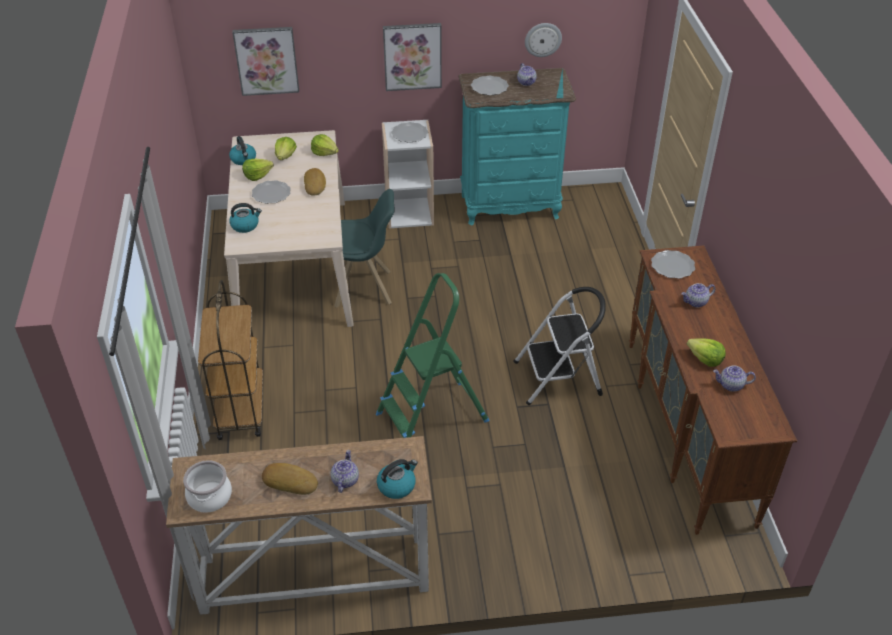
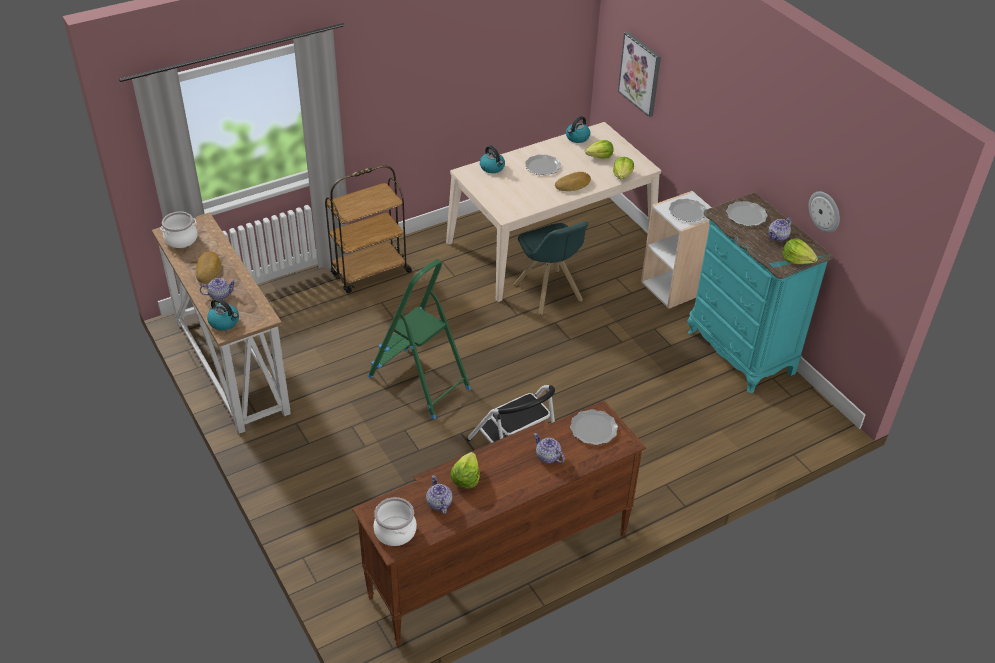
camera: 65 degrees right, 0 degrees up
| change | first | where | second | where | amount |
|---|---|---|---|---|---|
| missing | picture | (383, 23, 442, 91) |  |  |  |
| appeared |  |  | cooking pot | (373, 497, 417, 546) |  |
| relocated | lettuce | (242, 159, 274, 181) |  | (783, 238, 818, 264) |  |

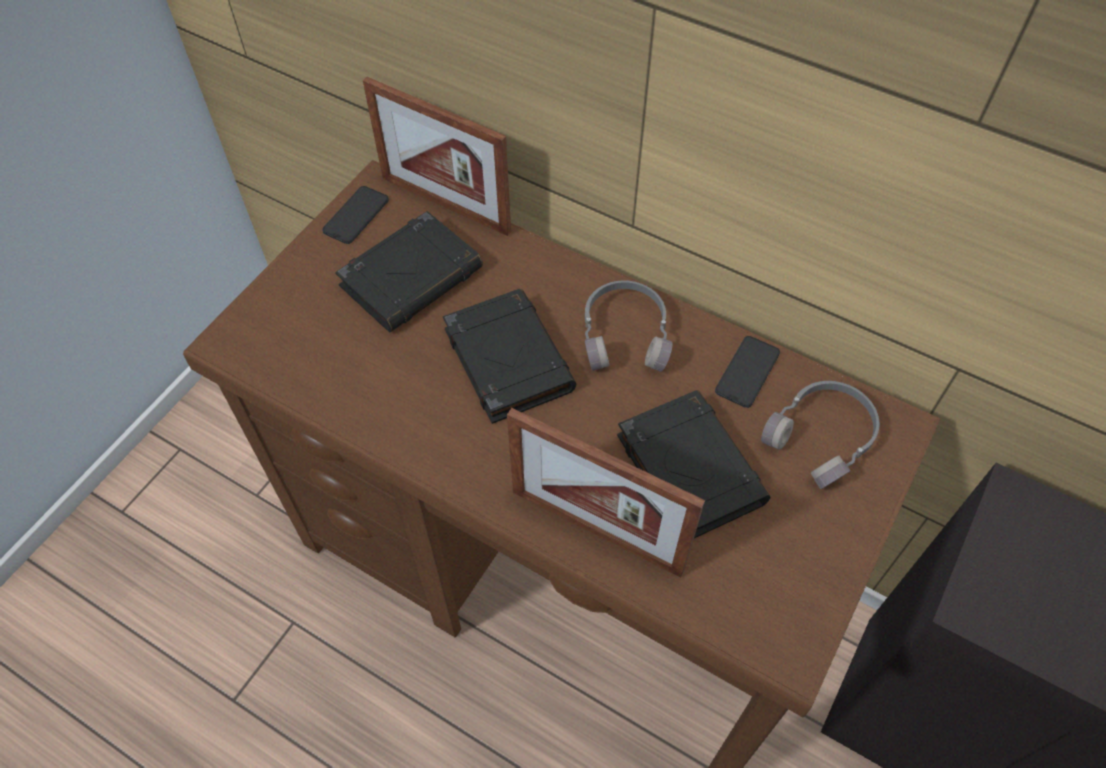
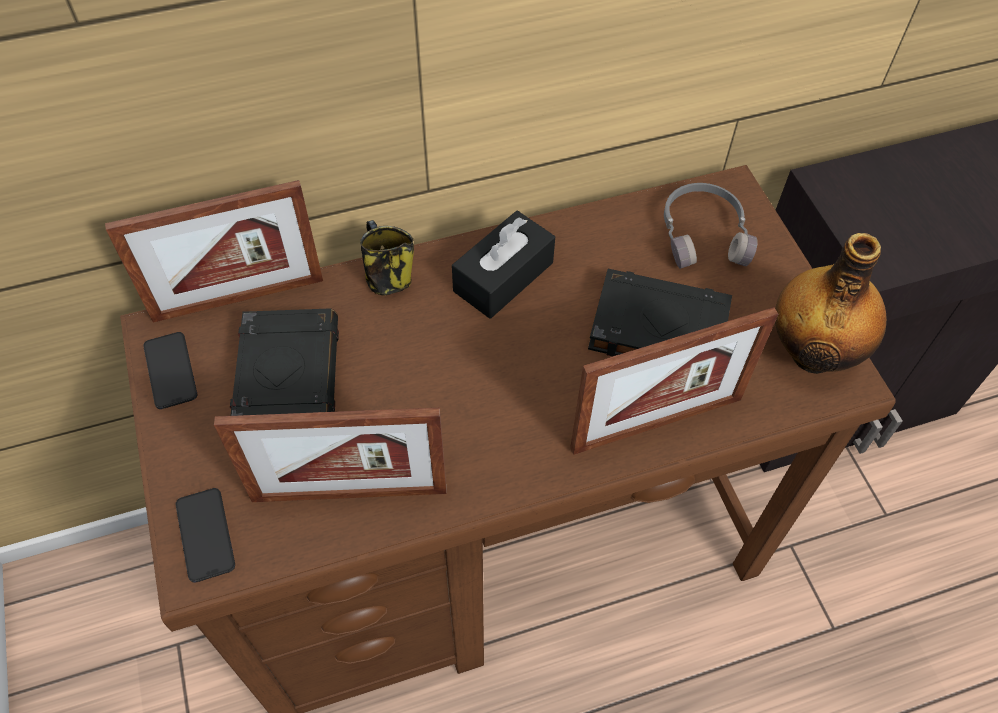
camera: 50 degrees left, 0 degrees up
| change | first | where | second | where | amount |
|---|---|---|---|---|---|
| missing | black book | (443, 289, 576, 424) |  |  |  |
| appeared |  |  | picture frame | (214, 408, 446, 502) |  |
| appeared |  |  | mug | (360, 220, 414, 296) |  |
| appeared |  |  | bottle | (775, 233, 887, 374) |  |
| relocated | phone | (715, 336, 780, 408) |  | (176, 488, 235, 583) |  |
| exchanged | grey headphones | (585, 280, 673, 372) | black tissue box | (452, 211, 555, 319) |  |

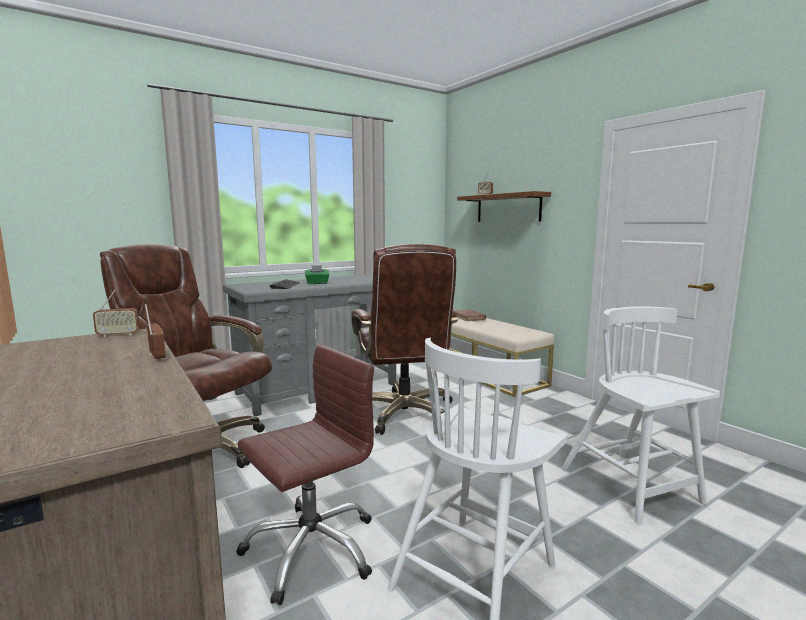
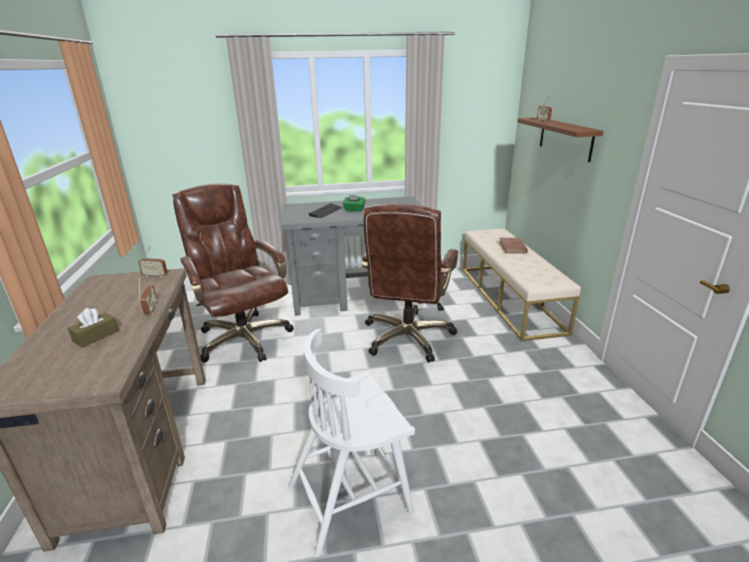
camera: 25 degrees right, 15 degrees up
| change | first | where | second | where | amount |
|---|---|---|---|---|---|
| missing | brown office chair | (236, 345, 374, 605) |  |  |  |
| missing | white chair | (562, 306, 720, 525) |  |  |  |
| appeared |  |  | brown tissue box | (68, 308, 119, 348) |  |

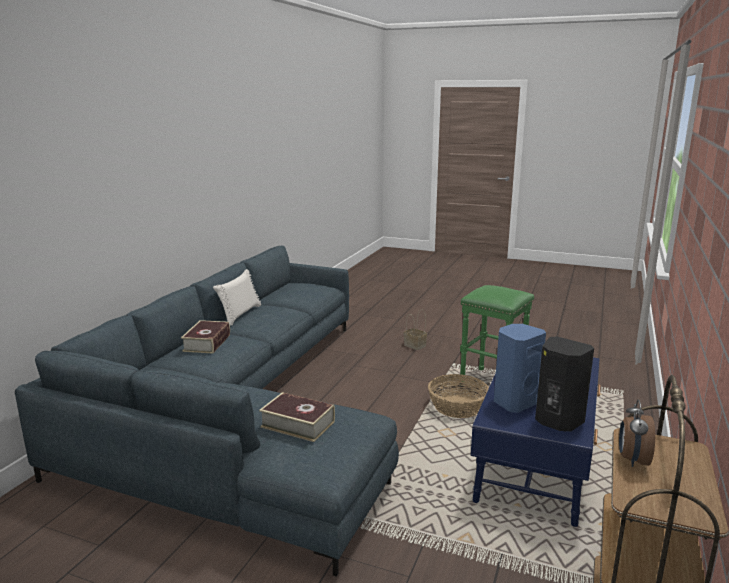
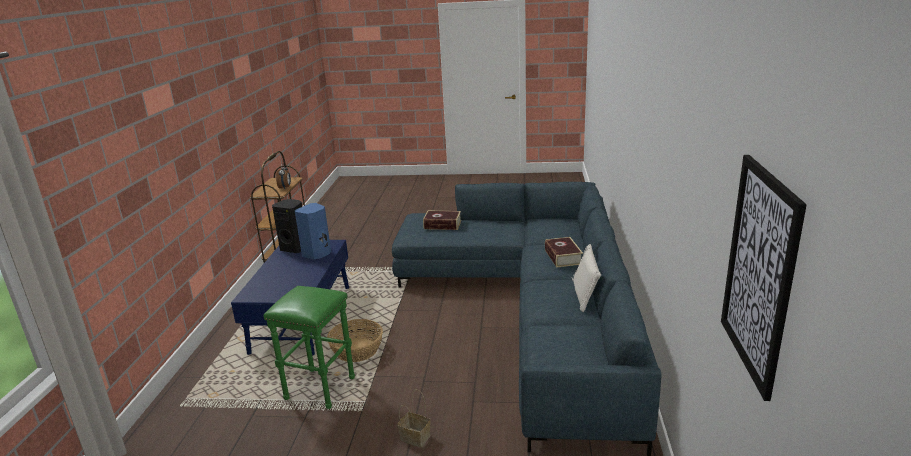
camera: 165 degrees right, 5 degrees up
| change | first | where | second | where | amount |
|---|---|---|---|---|---|
| appeared |  |  | picture | (721, 155, 807, 401) |  |

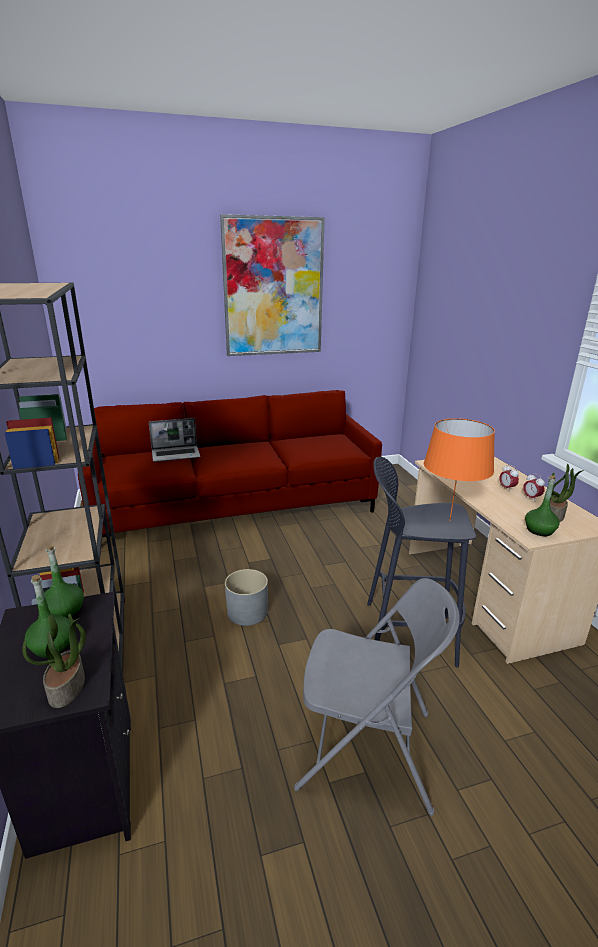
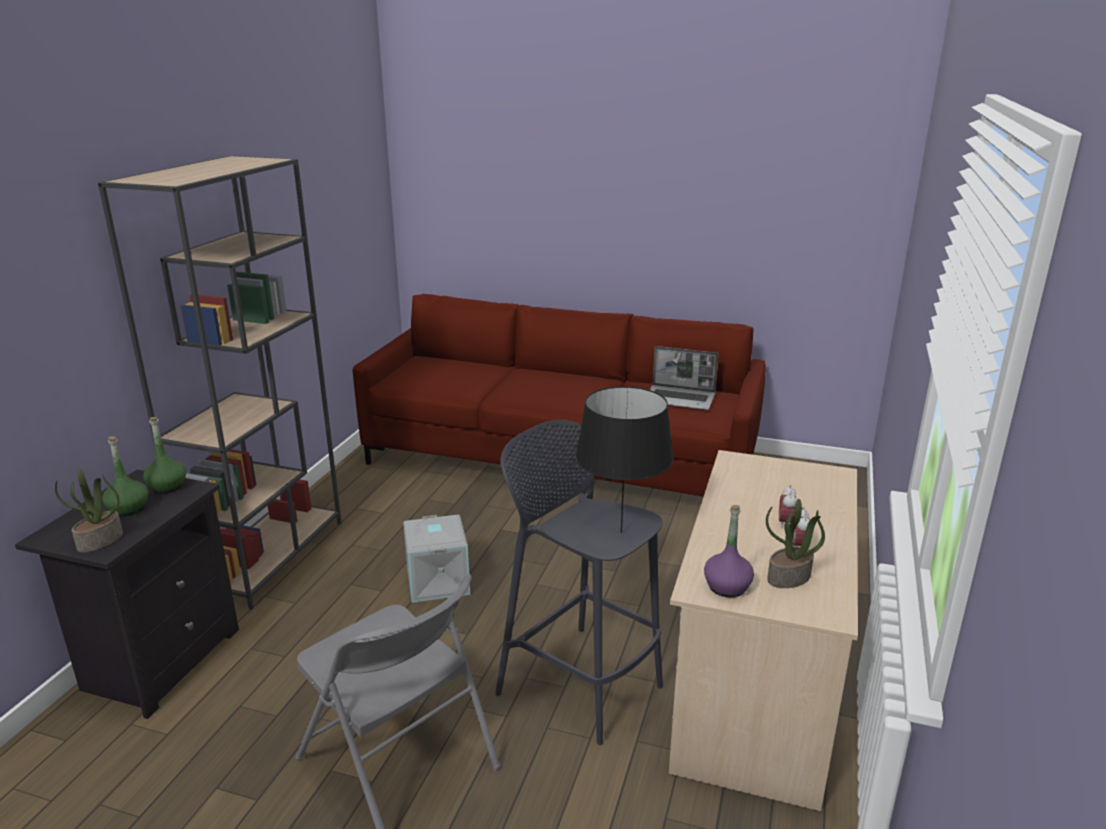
camera: 35 degrees right, 0 degrees up
| change | first | where | second | where | amount |
|---|---|---|---|---|---|
| missing | picture | (220, 214, 325, 356) |  |  |  |
| relocated | laptop | (149, 418, 201, 462) |  | (650, 346, 719, 410) |  |
| exchanged | grey planter | (225, 569, 268, 626) | grey storage box | (403, 515, 470, 603) |  |
| colour | orange table lamp | (423, 418, 495, 520) | black table lamp | (575, 386, 674, 533) |  |
| colour | green bottle | (525, 475, 560, 536) | purple bottle | (704, 505, 754, 597) |  |

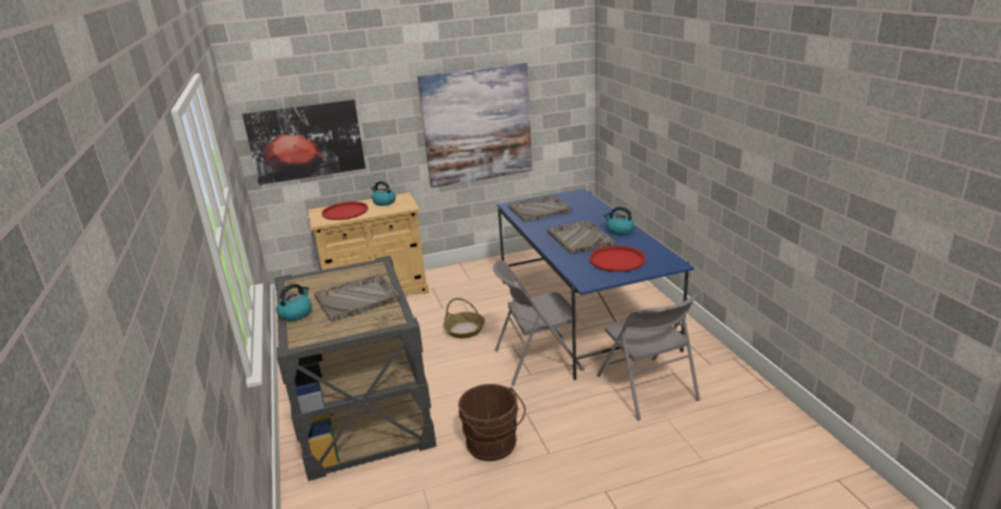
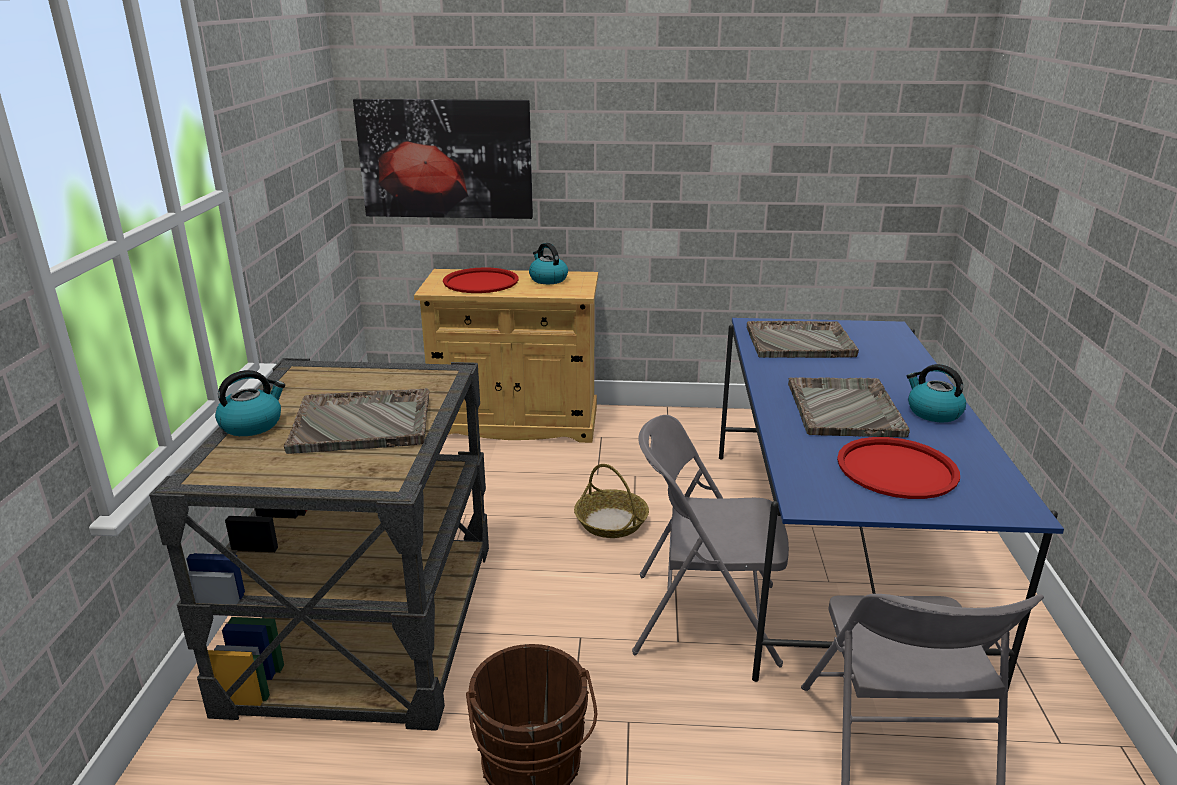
camera: 20 degrees right, 0 degrees up
| change | first | where | second | where | amount |
|---|---|---|---|---|---|
| missing | picture | (418, 63, 532, 188) |  |  |  |

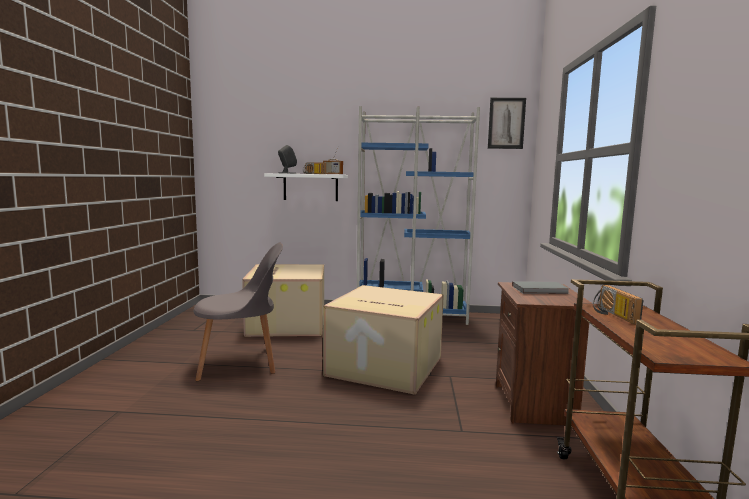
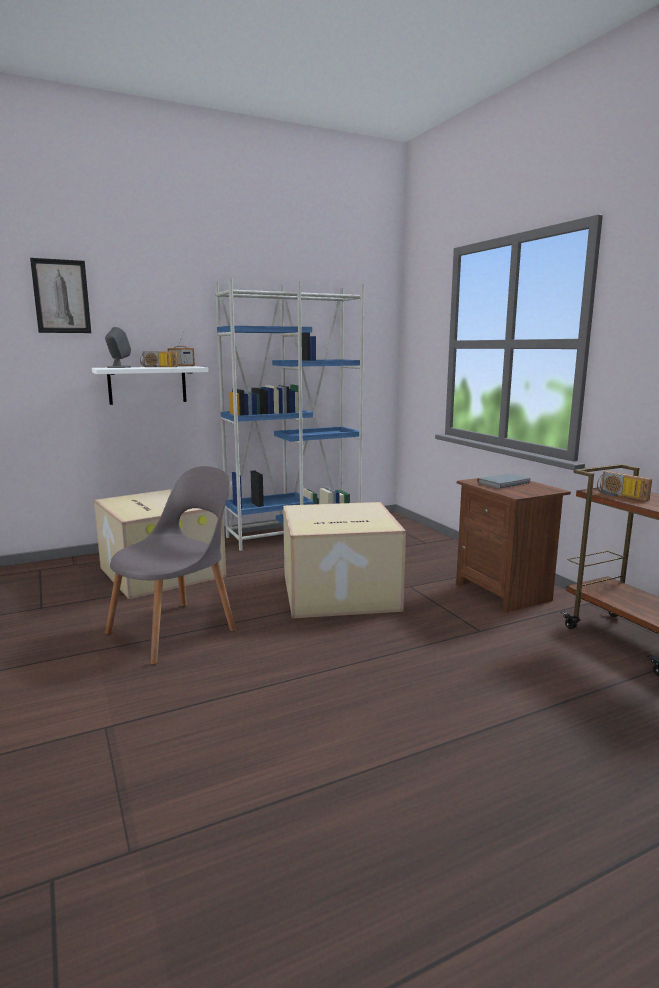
camera: 30 degrees left, 5 degrees up
| change | first | where | second | where | amount |
|---|---|---|---|---|---|
| relocated | picture | (488, 98, 526, 149) |  | (30, 258, 91, 333) |  |

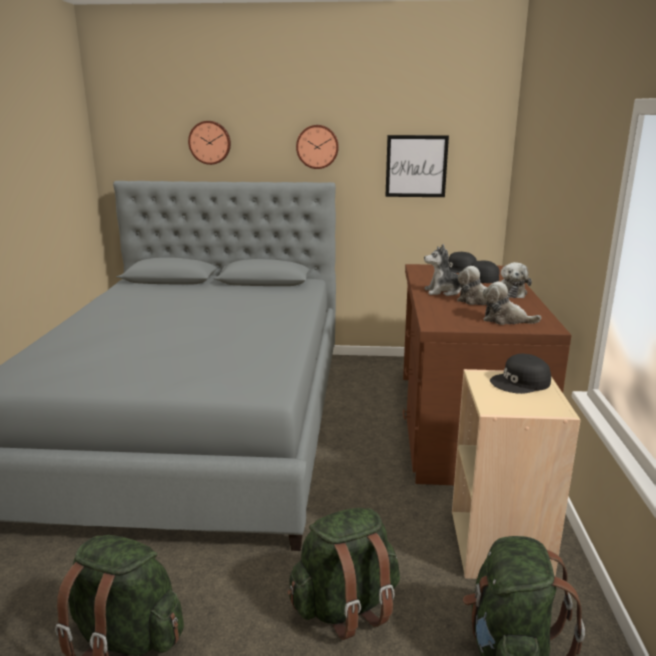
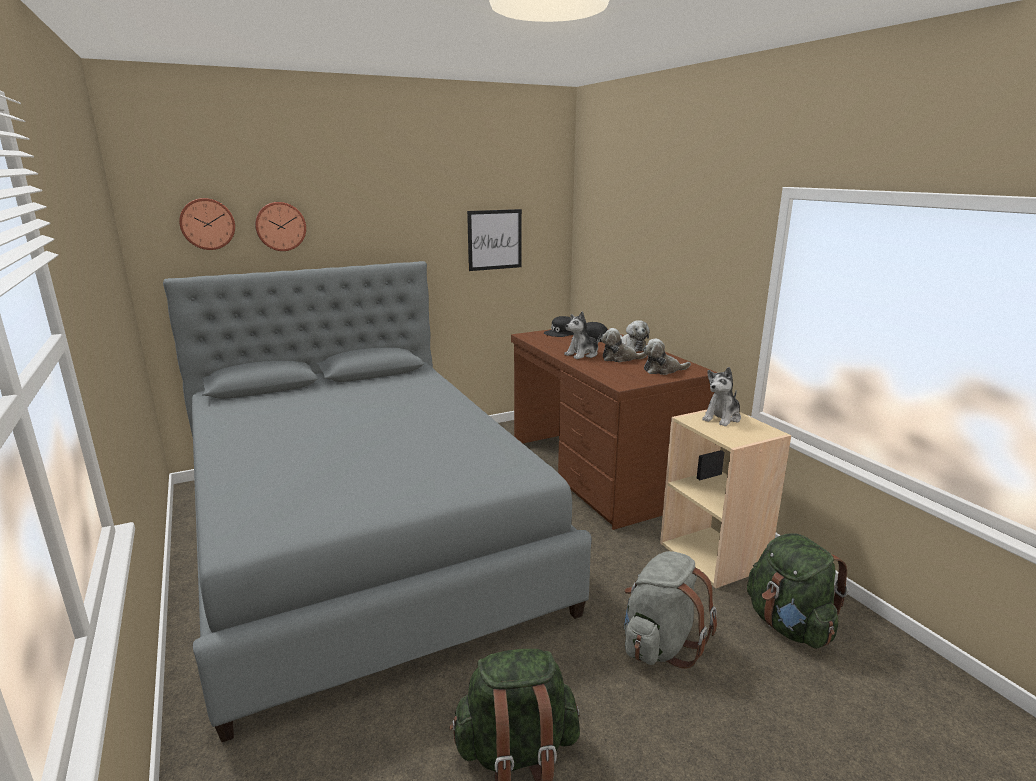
camera: 30 degrees left, 0 degrees up
| change | first | where | second | where | amount |
|---|---|---|---|---|---|
| relocated | wall clock | (296, 125, 339, 169) |  | (179, 198, 235, 250) |  |
| exchanged | black cap | (490, 354, 551, 394) | plush toy | (702, 367, 741, 426) |  |
| colour | green backpack | (288, 508, 400, 640) | grey backpack | (624, 551, 717, 669) |  |

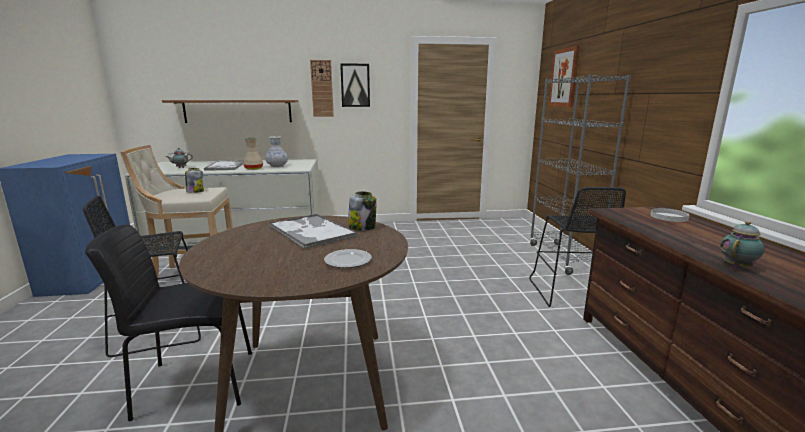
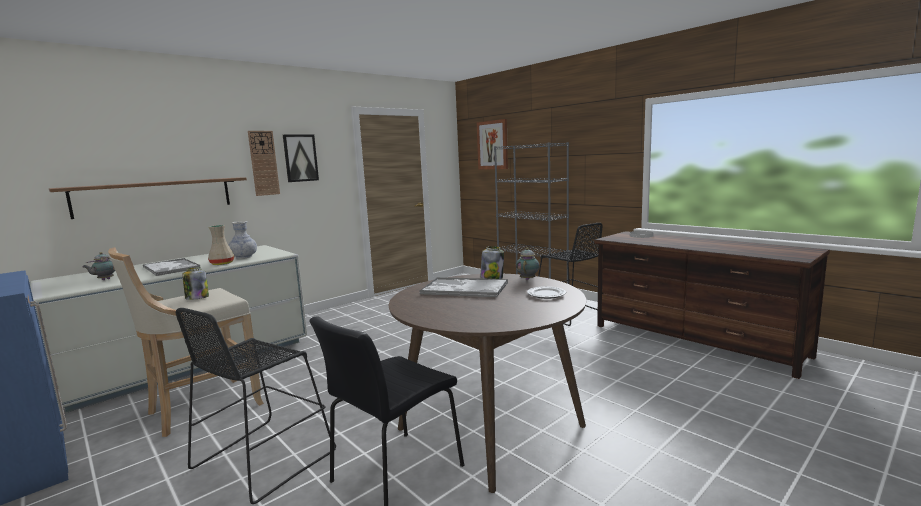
camera: 35 degrees left, 5 degrees down
| change | first | where | second | where | amount |
|---|---|---|---|---|---|
| relocated | teapot | (720, 221, 765, 268) |  | (516, 247, 539, 280) |  |

